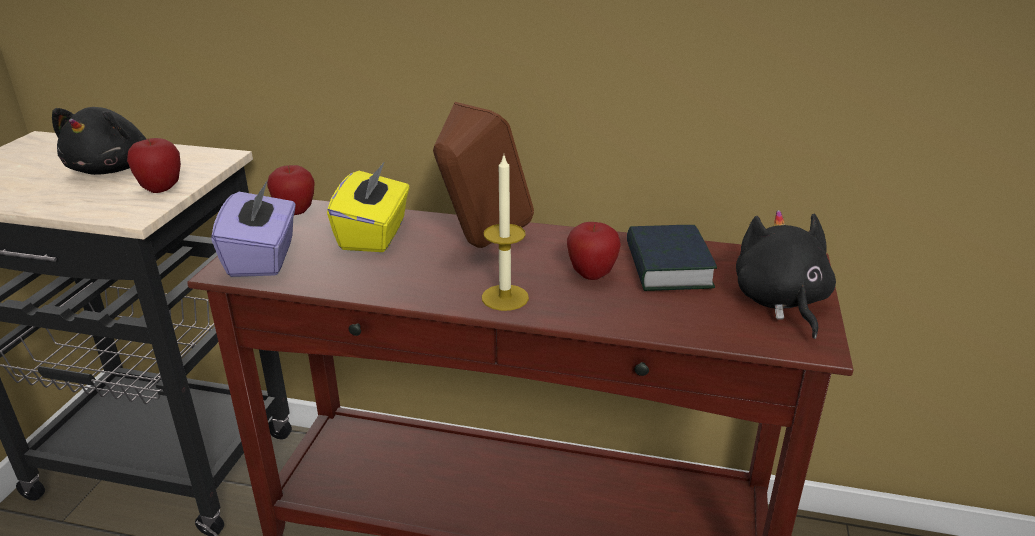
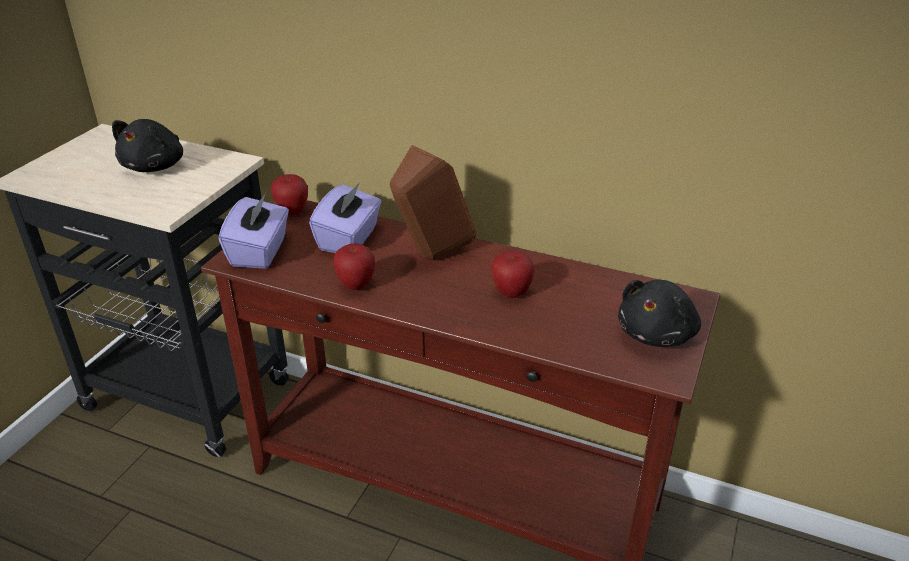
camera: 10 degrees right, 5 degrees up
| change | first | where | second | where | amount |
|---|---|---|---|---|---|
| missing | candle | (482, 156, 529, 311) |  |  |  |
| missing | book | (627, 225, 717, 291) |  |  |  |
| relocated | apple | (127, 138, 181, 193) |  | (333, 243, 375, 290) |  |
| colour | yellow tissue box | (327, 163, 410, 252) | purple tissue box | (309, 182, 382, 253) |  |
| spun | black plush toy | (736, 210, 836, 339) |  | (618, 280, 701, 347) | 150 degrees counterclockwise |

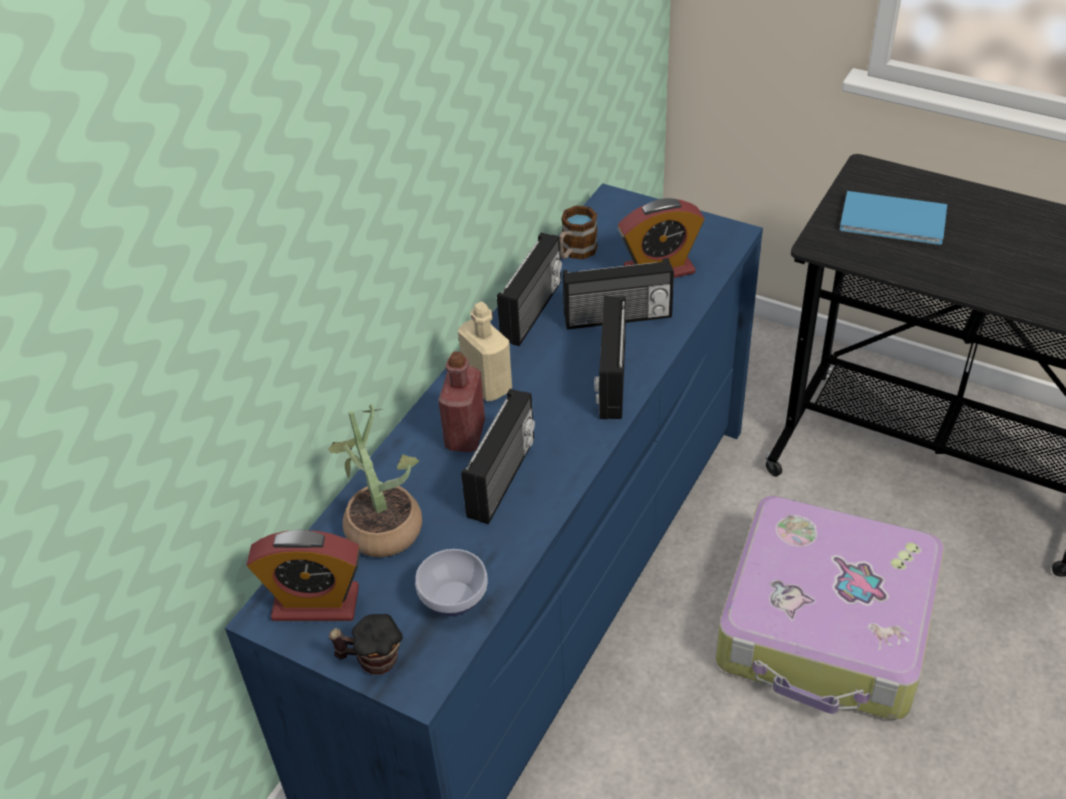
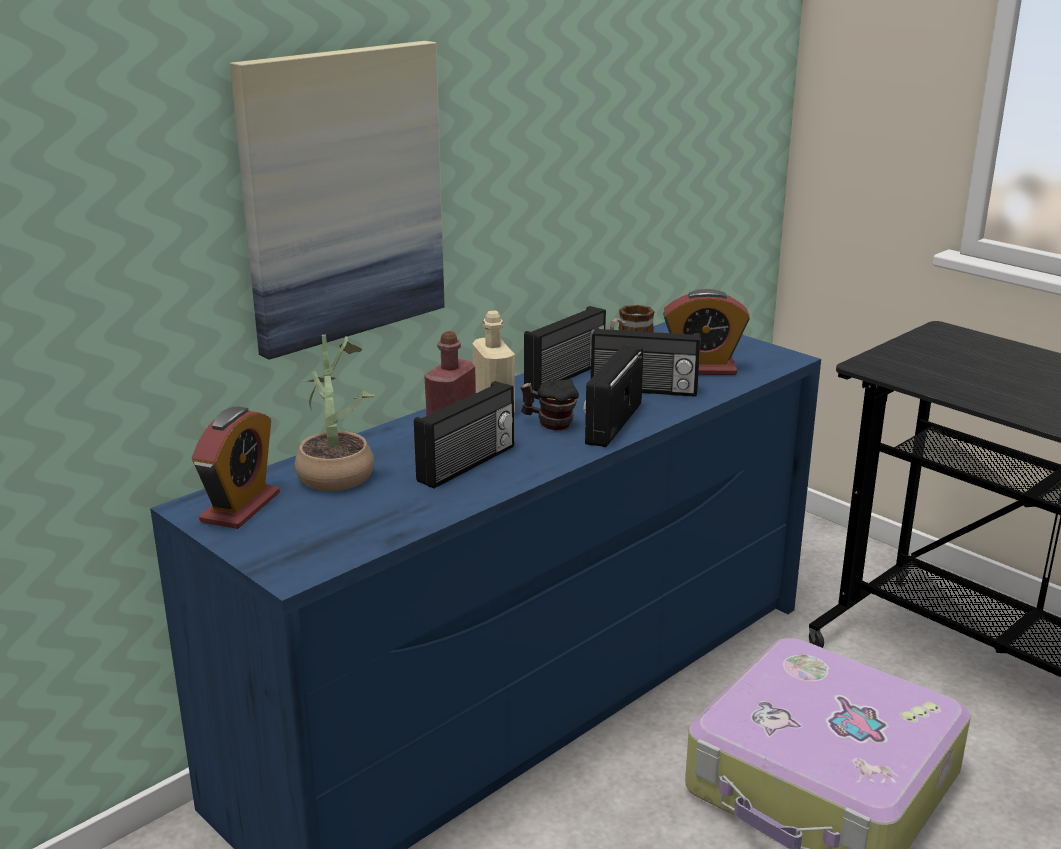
camera: 15 degrees right, 20 degrees down
| change | first | where | second | where | amount |
|---|---|---|---|---|---|
| missing | bowl | (415, 549, 488, 616) |  |  |  |
| missing | blue book | (840, 191, 947, 245) |  |  |  |
| appeared |  |  | picture | (230, 41, 445, 360) |  |
| relocated | mug | (329, 614, 403, 674) |  | (521, 379, 579, 431) |  |
| spun | alarm clock | (247, 530, 361, 621) |  | (192, 406, 280, 529) | 90 degrees counterclockwise |

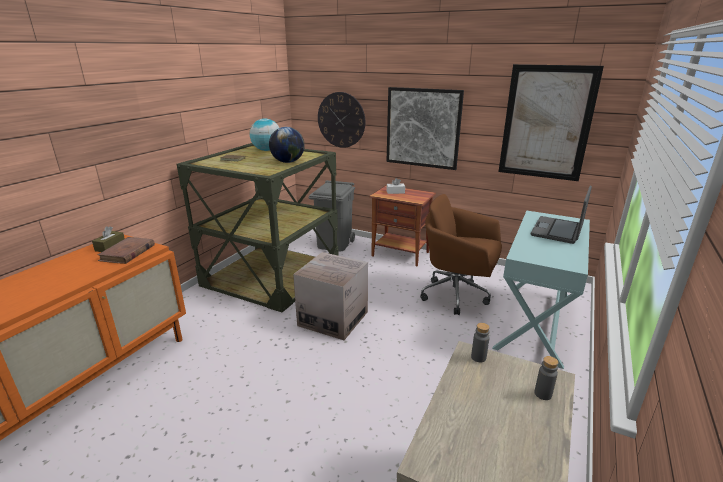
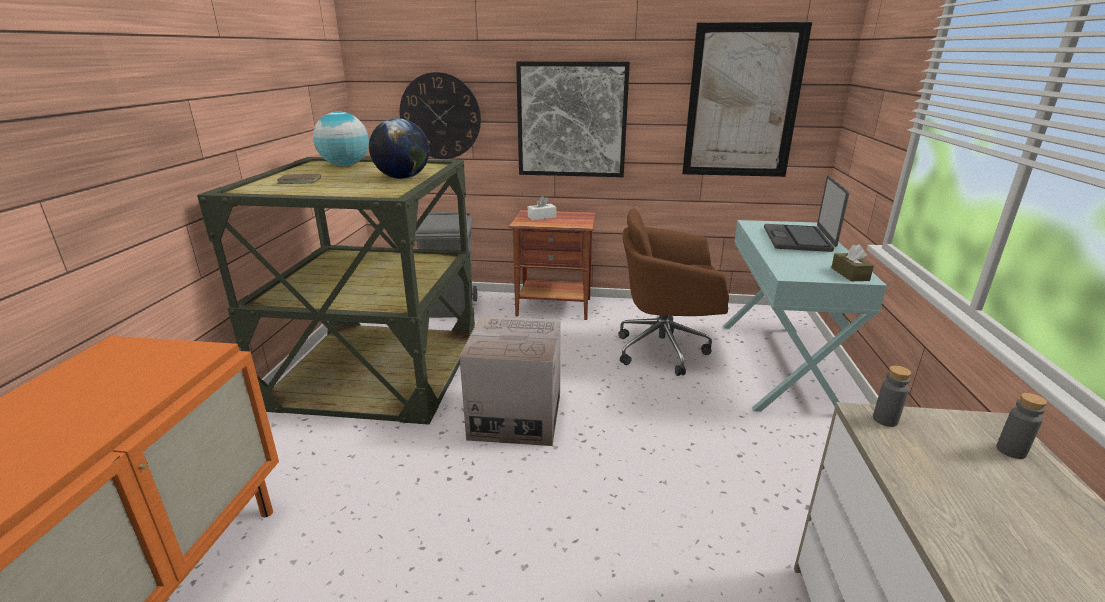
camera: 20 degrees left, 0 degrees up
| change | first | where | second | where | amount |
|---|---|---|---|---|---|
| missing | brown book | (98, 237, 155, 264) |  |  |  |
| relocated | brown tissue box | (92, 226, 125, 252) |  | (831, 244, 874, 281) |  |

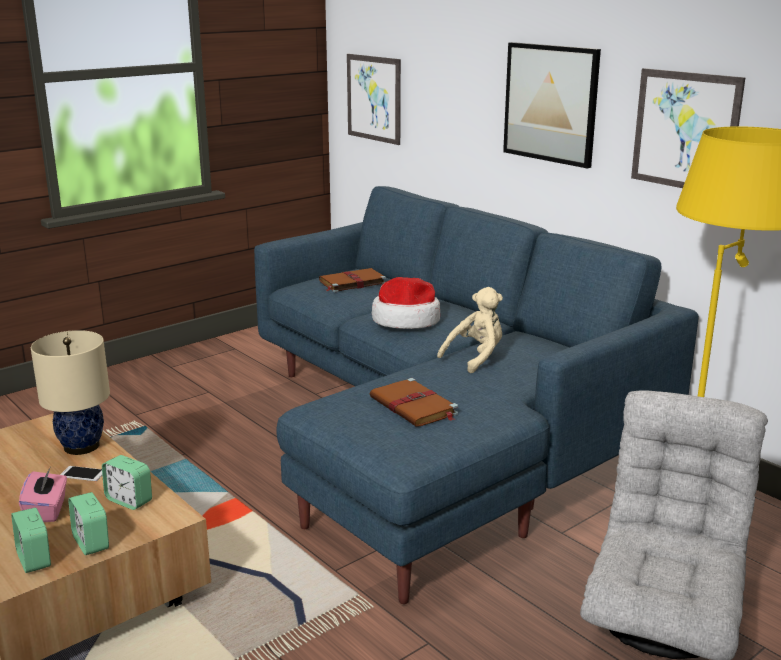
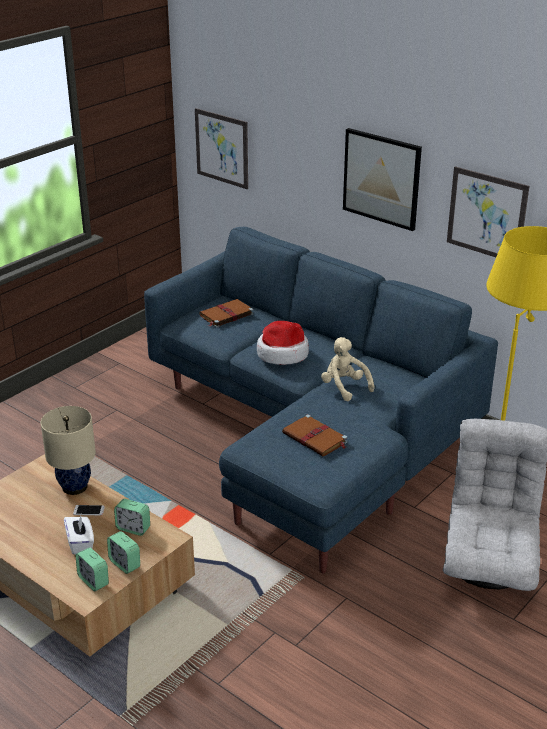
camera: 10 degrees left, 10 degrees up
| change | first | where | second | where | amount |
|---|---|---|---|---|---|
| colour | pink tissue box | (19, 466, 67, 522) | white tissue box | (64, 515, 94, 554) |  |
| spun | beige plush toy | (437, 287, 503, 373) |  | (321, 337, 375, 401) | 75 degrees counterclockwise |

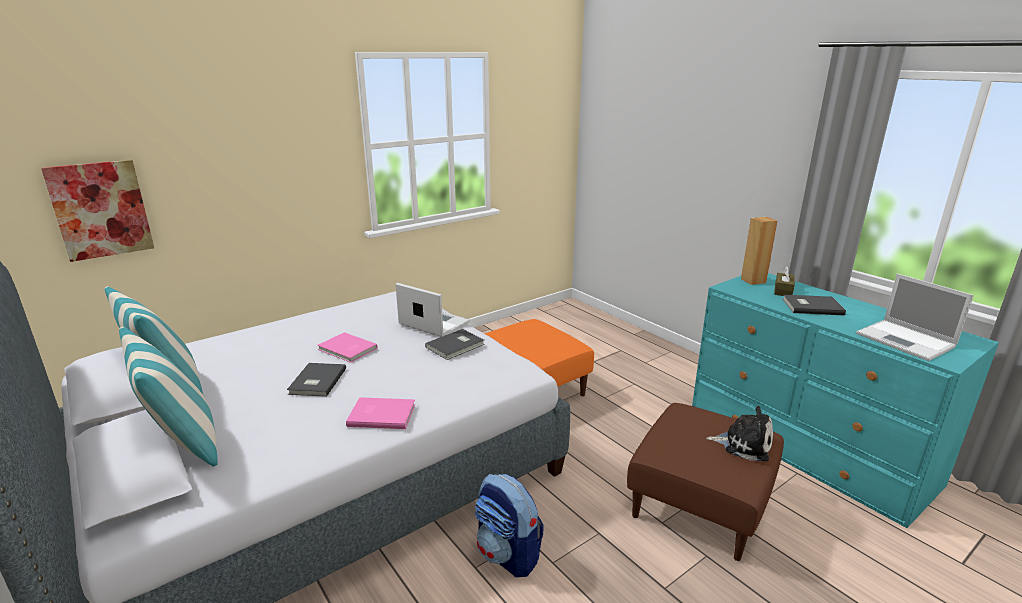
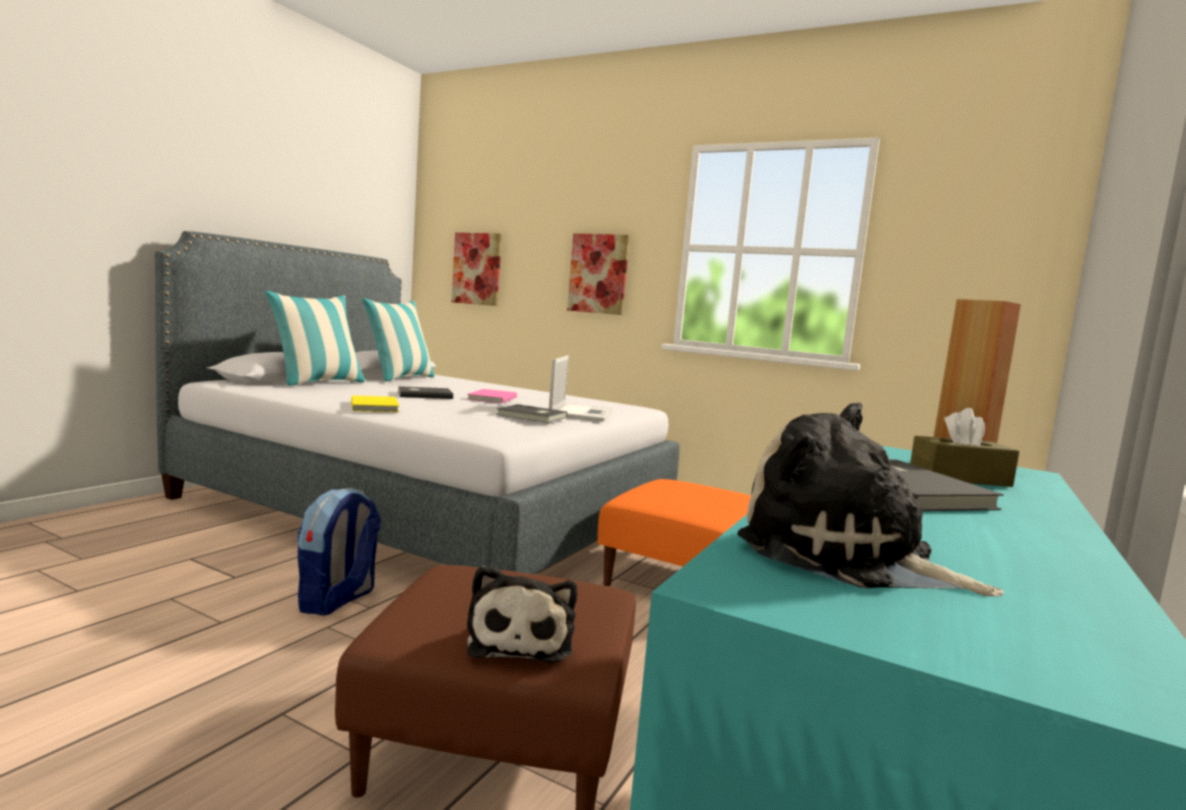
camera: 65 degrees right, 15 degrees down
| change | first | where | second | where | amount |
|---|---|---|---|---|---|
| appeared |  |  | picture | (567, 233, 630, 315) |  |
| exchanged | laptop | (856, 274, 974, 361) | plush toy | (737, 403, 1004, 596) |  |
| colour | pink book | (346, 397, 415, 429) | yellow book | (351, 396, 399, 412) |  |

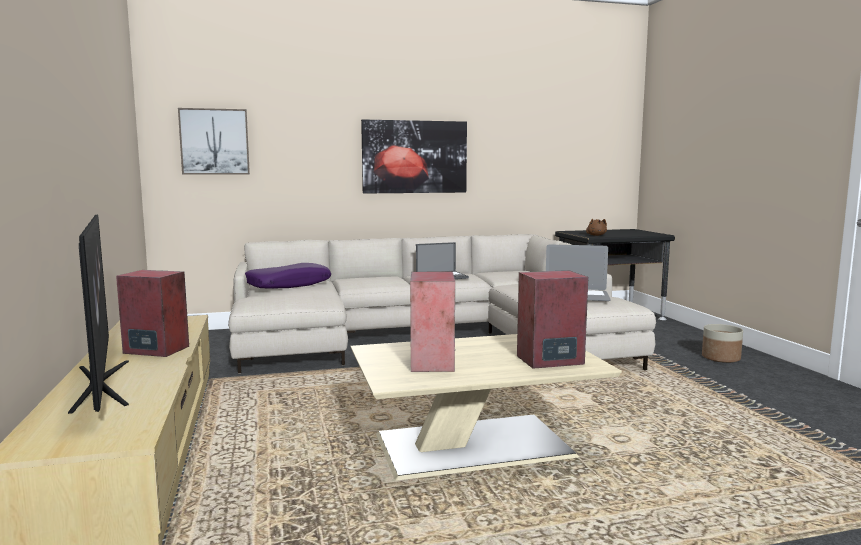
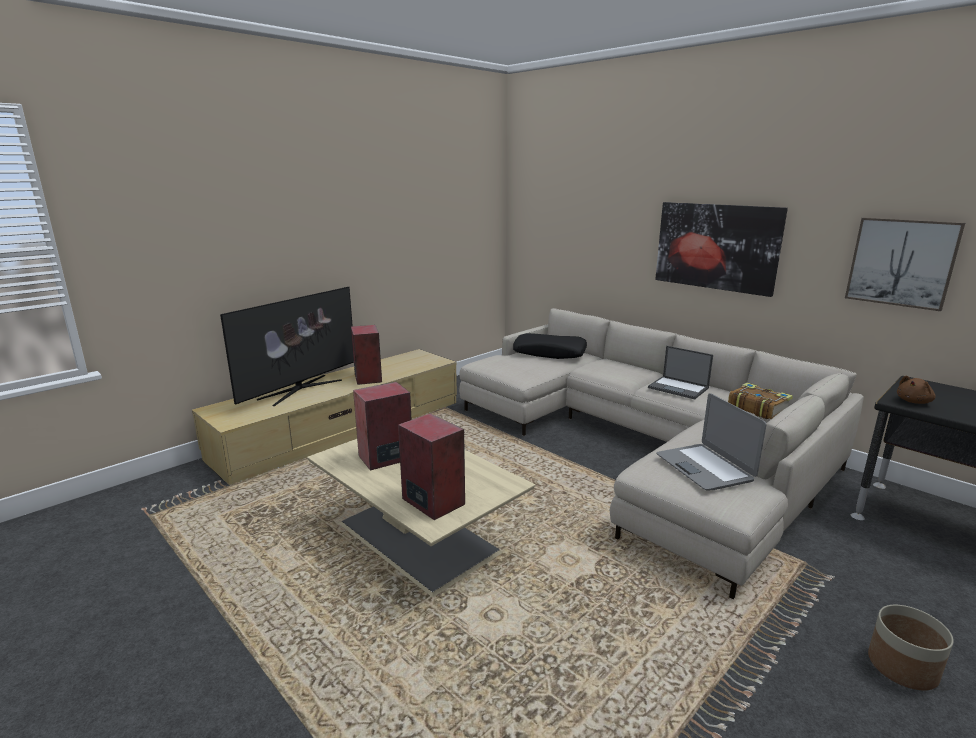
camera: 60 degrees right, 10 degrees up
| change | first | where | second | where | amount |
|---|---|---|---|---|---|
| appeared |  |  | book | (728, 383, 793, 419) |  |
| relocated | picture | (178, 108, 250, 175) |  | (845, 217, 965, 311) |  |
| colour | purple pillow | (245, 263, 331, 288) | black pillow | (513, 333, 587, 359) |  |

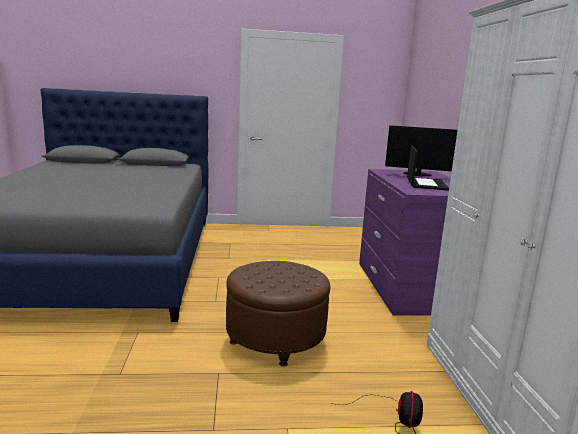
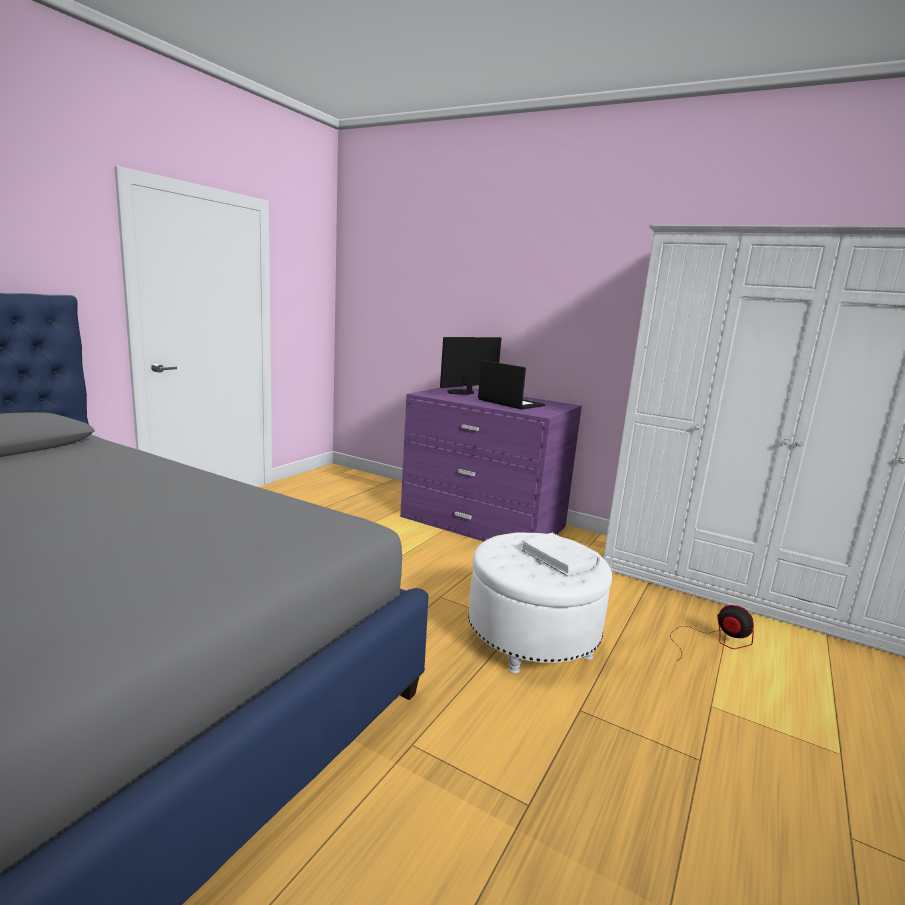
camera: 55 degrees left, 0 degrees up
| change | first | where | second | where | amount |
|---|---|---|---|---|---|
| appeared |  |  | white book | (521, 533, 600, 576) |  |
| colour | brown ottoman | (226, 261, 330, 367) | white ottoman | (468, 533, 612, 673) |  |

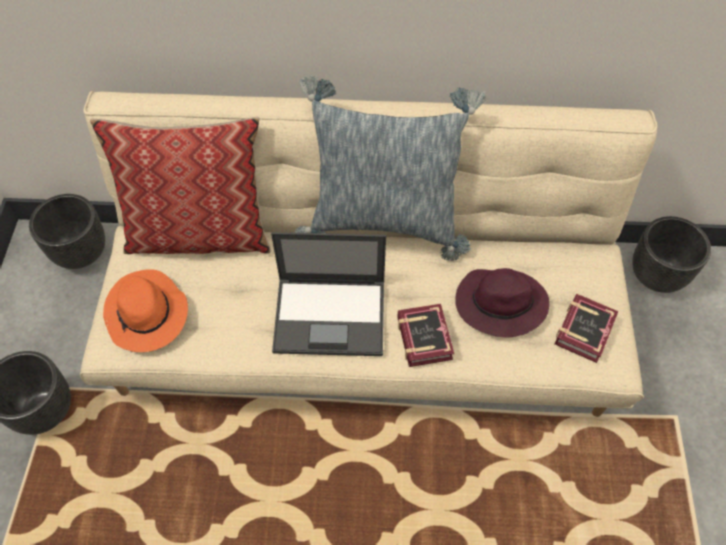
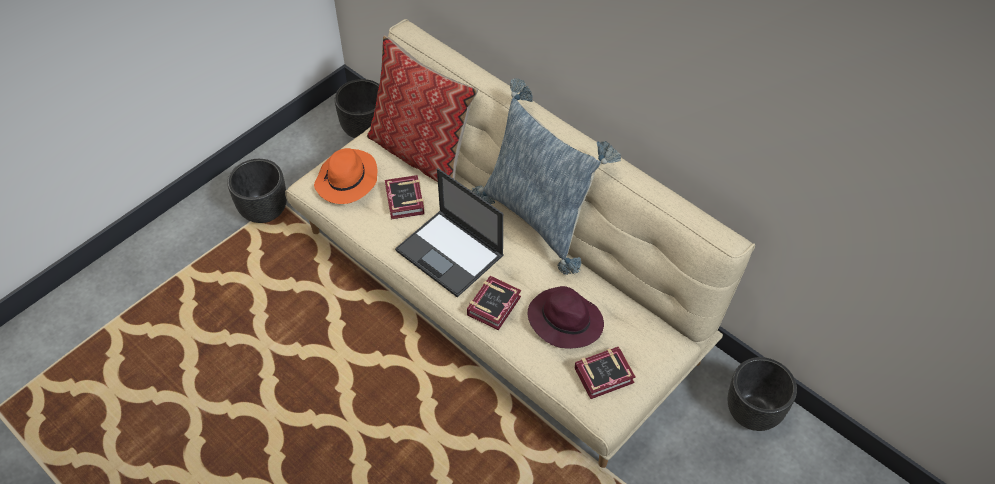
camera: 40 degrees right, 5 degrees down
| change | first | where | second | where | amount |
|---|---|---|---|---|---|
| appeared |  |  | book | (385, 175, 425, 219) |  |

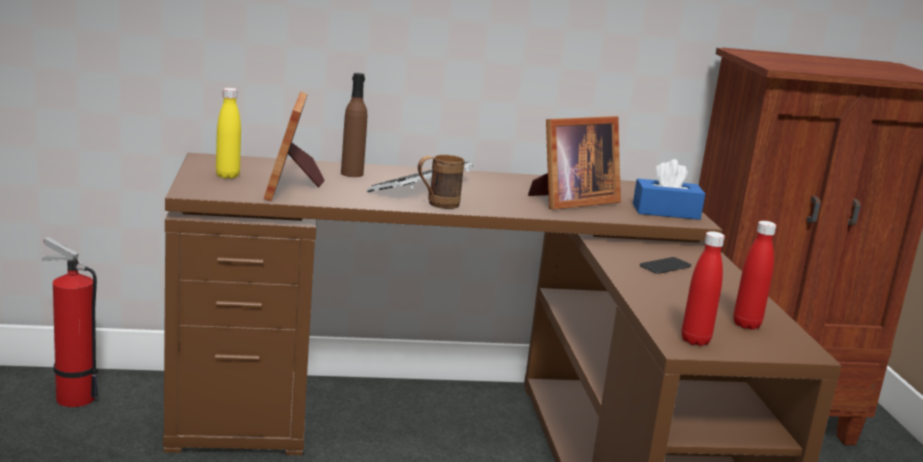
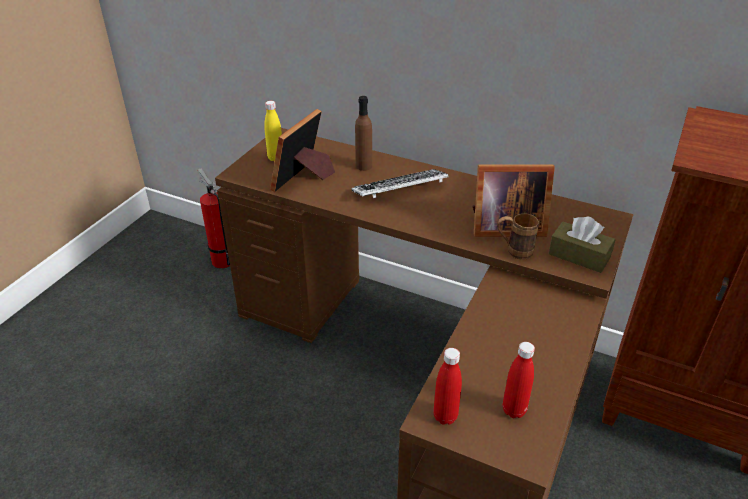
camera: 35 degrees right, 20 degrees up
| change | first | where | second | where | amount |
|---|---|---|---|---|---|
| missing | phone | (640, 257, 691, 274) |  |  |  |
| relocated | brown mug | (418, 155, 465, 209) |  | (497, 213, 539, 260) |  |
| colour | blue tissue box | (633, 159, 705, 220) | brown tissue box | (548, 216, 616, 273) |  |

